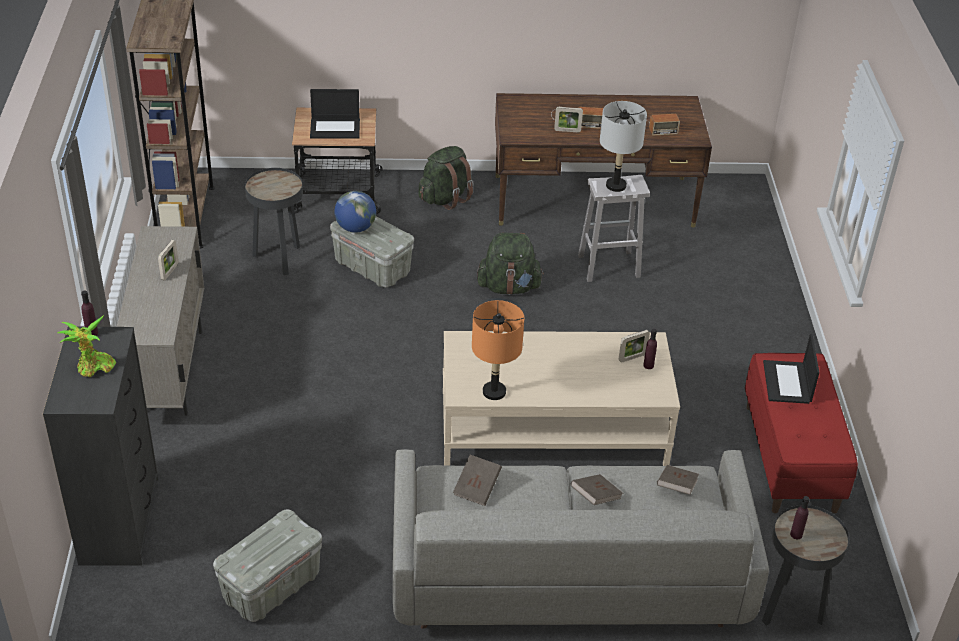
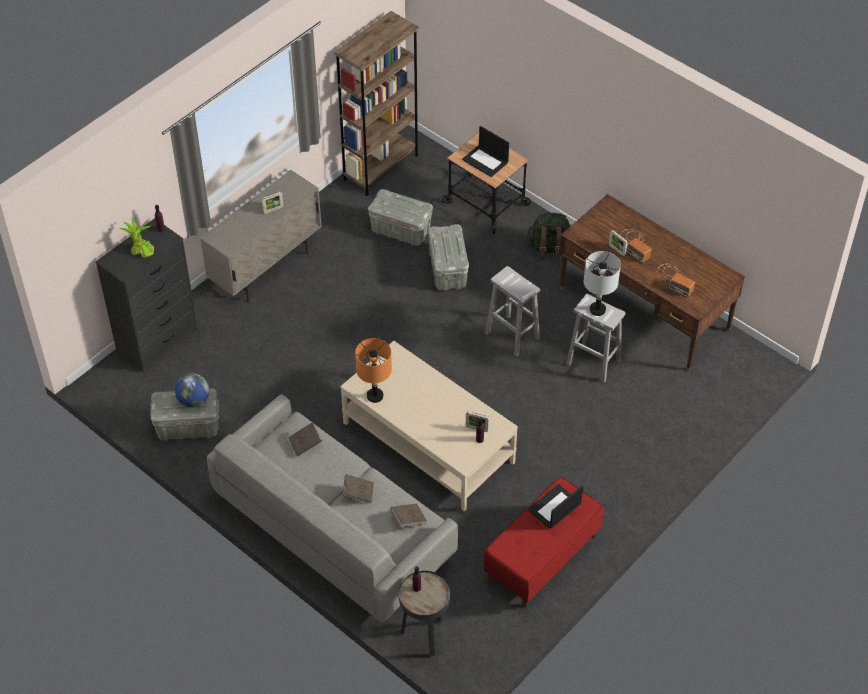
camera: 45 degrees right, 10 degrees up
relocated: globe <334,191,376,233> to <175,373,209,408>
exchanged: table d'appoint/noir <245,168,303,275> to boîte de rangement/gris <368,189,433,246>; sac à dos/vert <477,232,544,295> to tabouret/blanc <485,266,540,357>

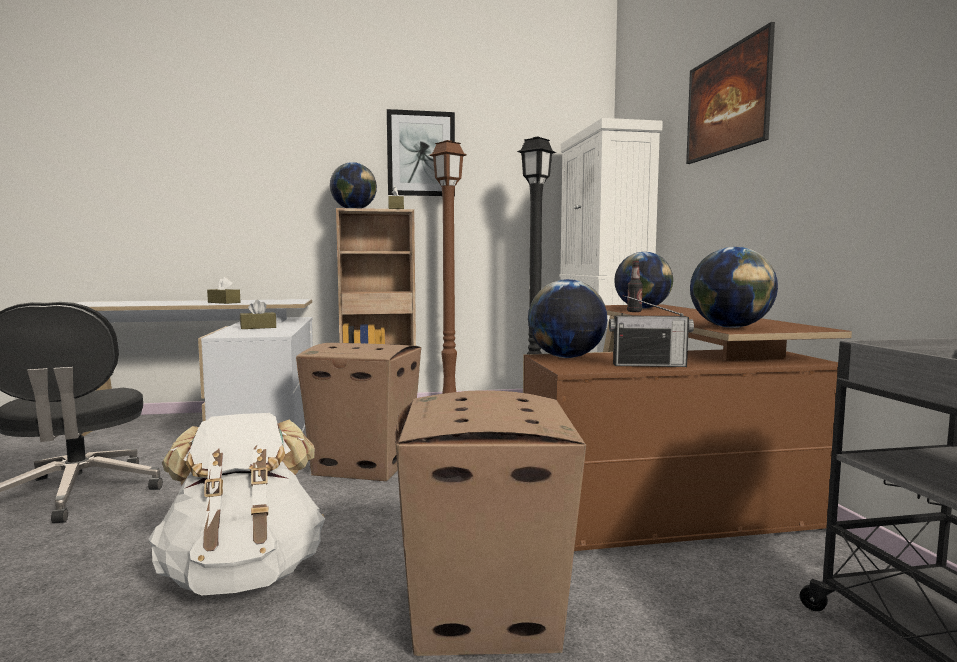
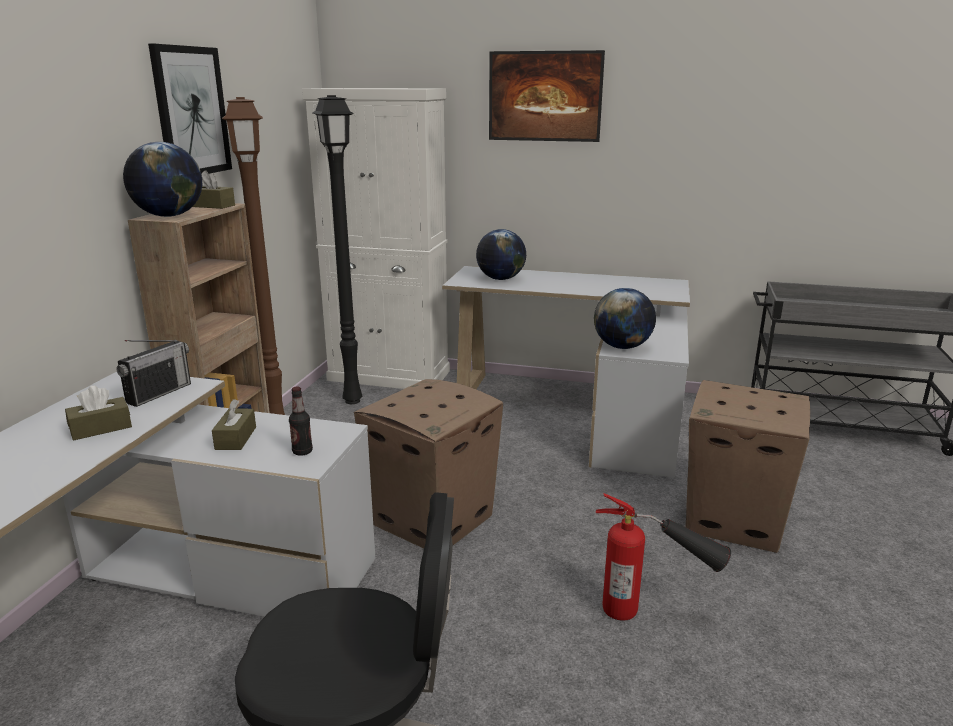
camera: 65 degrees left, 15 degrees up
missing: globe <690,247,778,328>
relocated: radio <609,295,694,367> to <116,340,191,407>; bouteille <627,261,643,312> to <289,387,313,456>
exchanged: sac à dos/blanc <148,413,325,595> to extincteur <596,493,731,621>
colour: bureau/marron <523,304,852,551> to bureau/blanc <442,266,690,478>

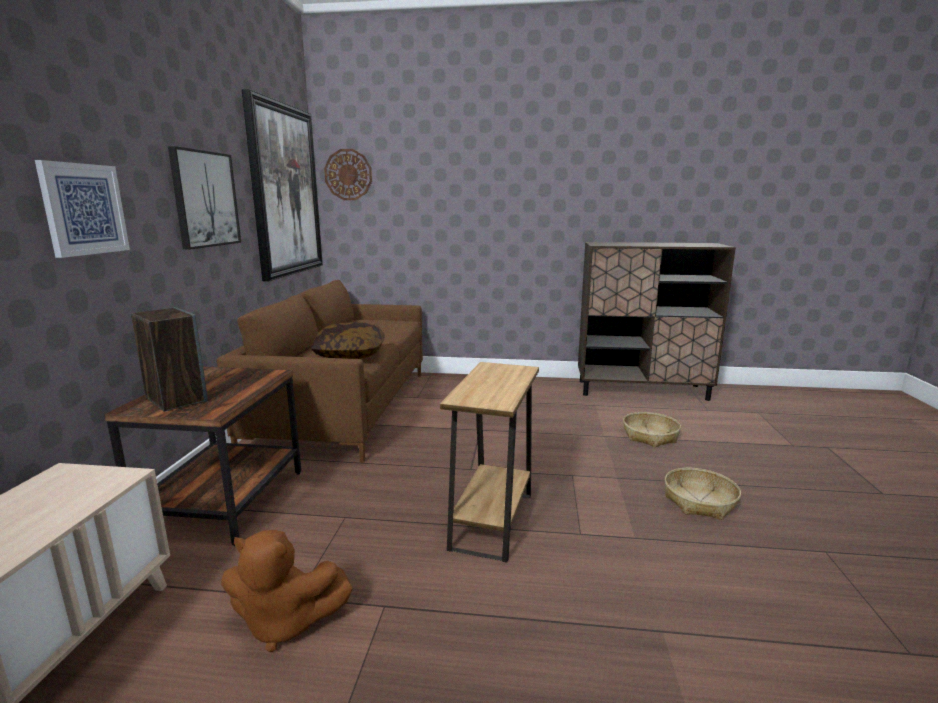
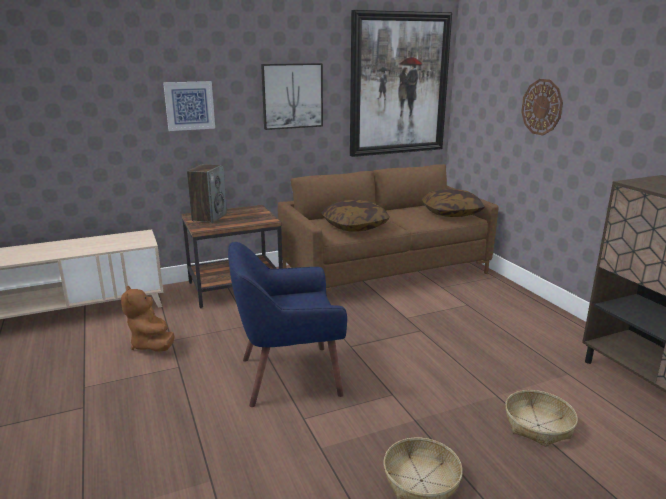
camera: 60 degrees right, 5 degrees up
appeared: coussin <422,189,485,217>
relocated: horloge murale <324,149,372,200> to <521,79,563,135>
exchanged: table d'appoint/marron <440,362,539,563> to fauteuil/bleu <228,242,347,407>

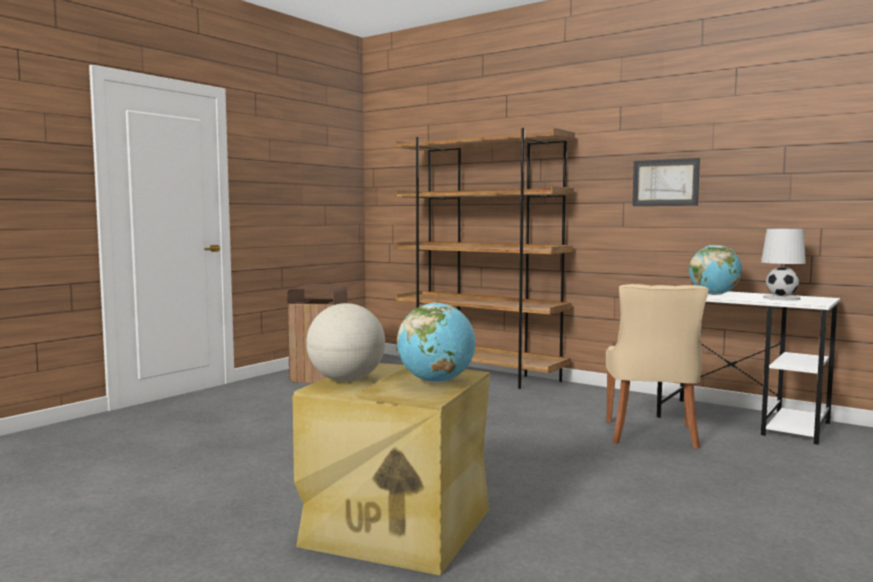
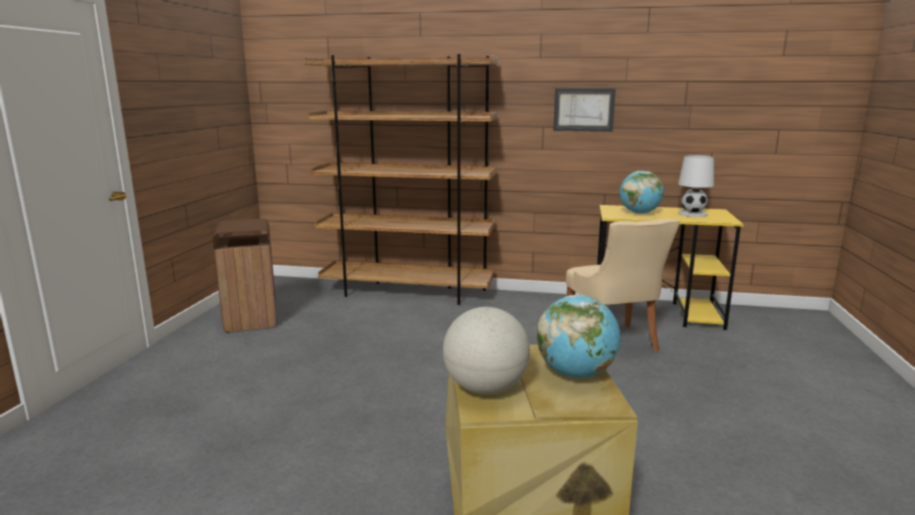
camera: 25 degrees left, 10 degrees up
colour: bureau/blanc <657,291,840,445> to bureau/jaune <597,205,744,330>

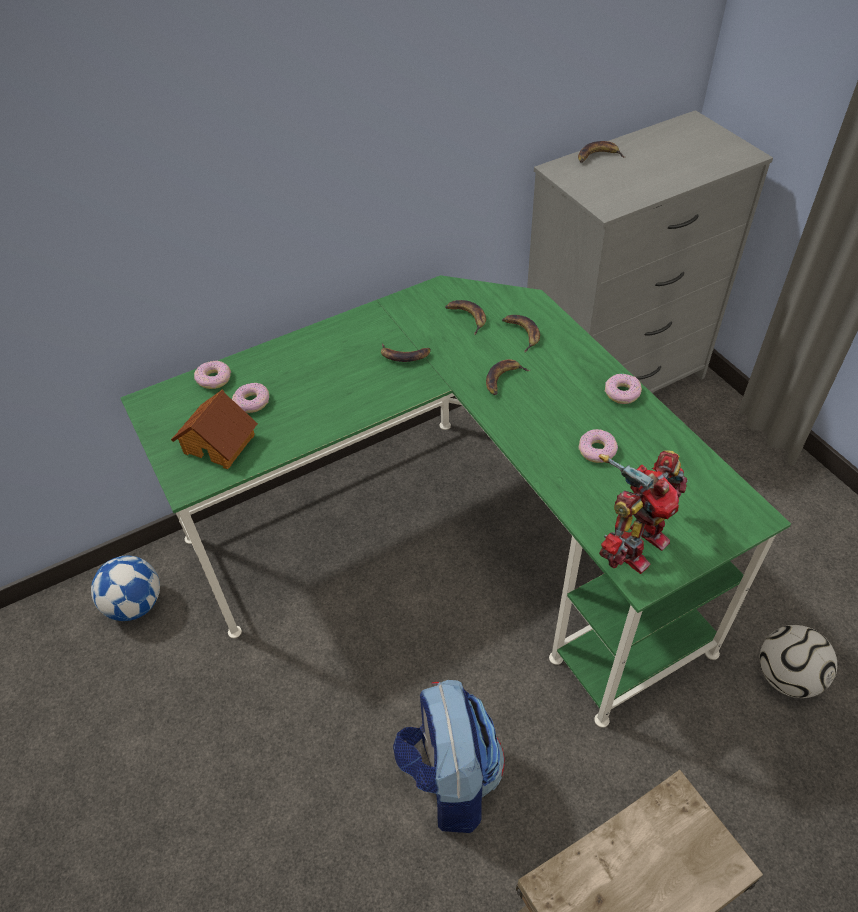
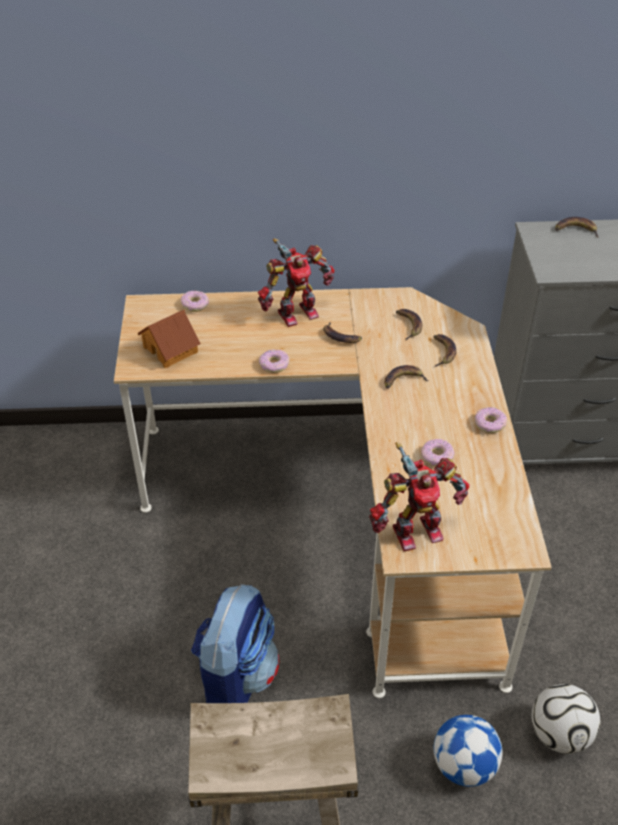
camera: 25 degrees right, 5 degrees down
appeared: robot jouet <258,239,334,327>
relocated: beignet <232,383,269,413> to <259,350,290,373>; ballon de foot <91,555,160,621> to <433,715,503,787>
colour: bureau/vert <121,275,791,728> to bureau/beige <114,287,552,698>

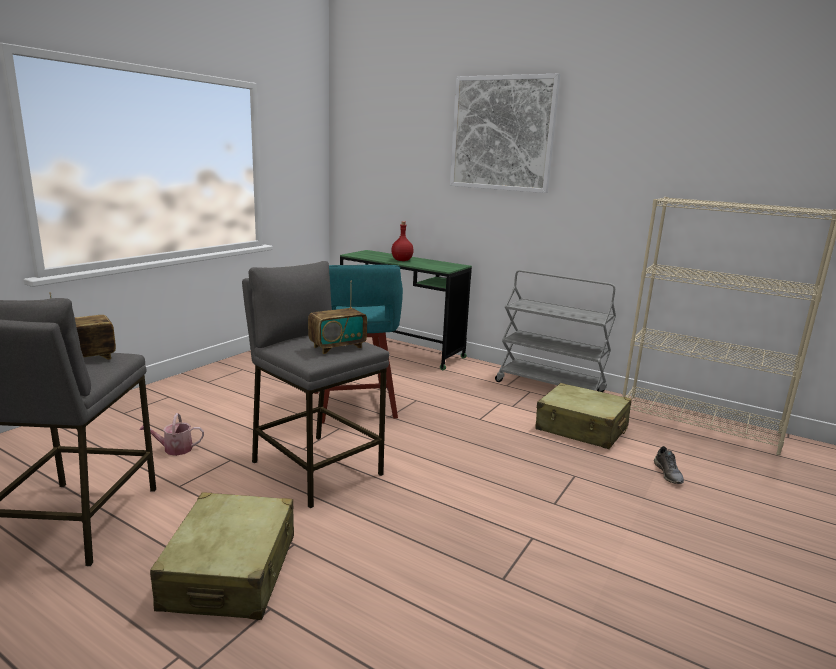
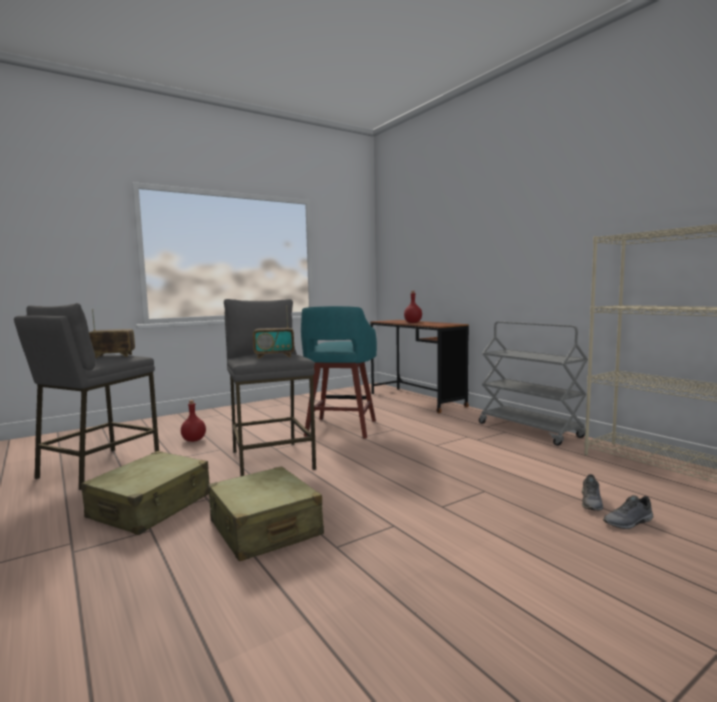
camera: 25 degrees right, 10 degrees down
missing: tableau <450,74,560,193>
appeared: chaussure/gris <603,495,653,529>
relocated: valise/beige <536,383,632,449> to <208,466,324,562>
exchanged: arrosoir <140,413,204,456> to bouteille/rouge <181,400,206,442>
colour: bureau/vert <340,250,472,370> to bureau/marron <370,320,469,413>

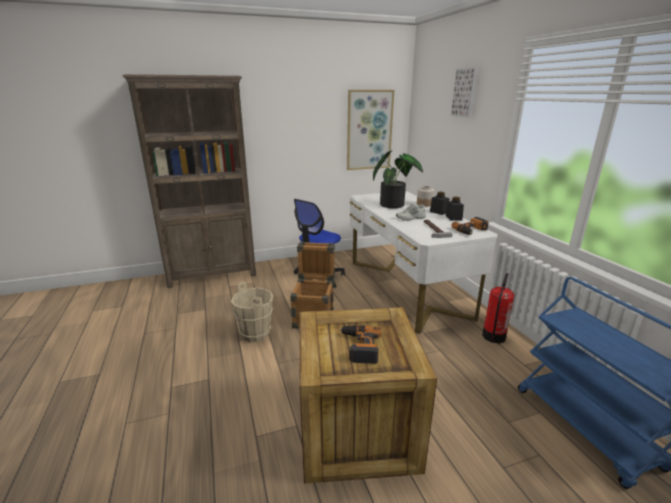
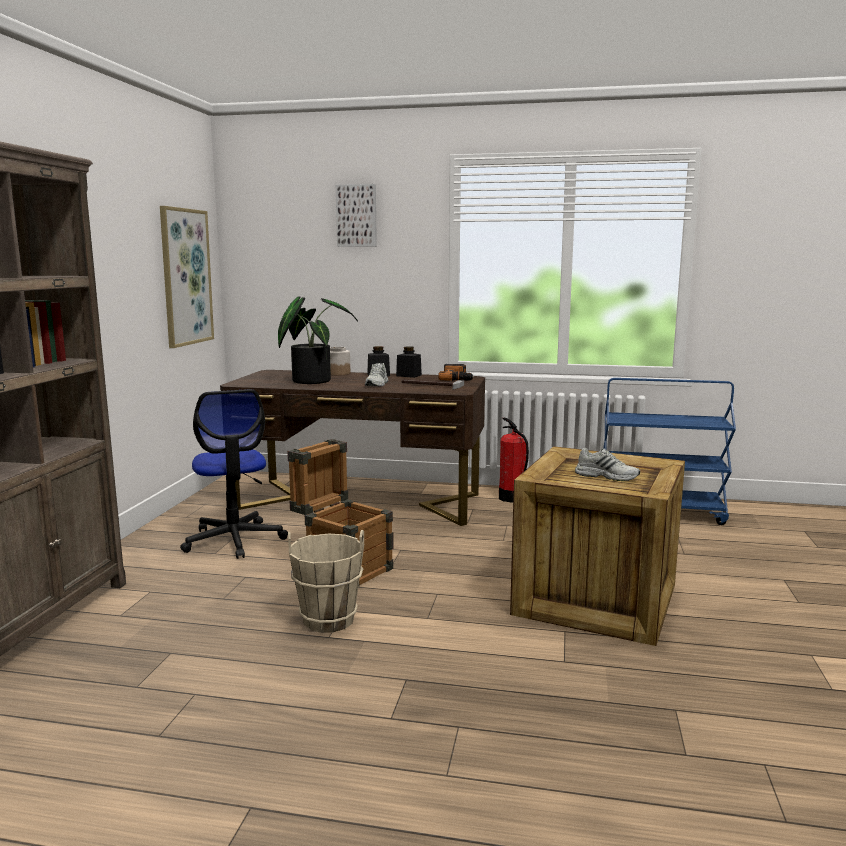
camera: 60 degrees left, 10 degrees down
exchanged: perceuse <340,325,381,364> to chaussure/blanc <575,448,640,481>
colour: bureau/blanc <349,191,498,334> to bureau/marron <220,370,485,526>

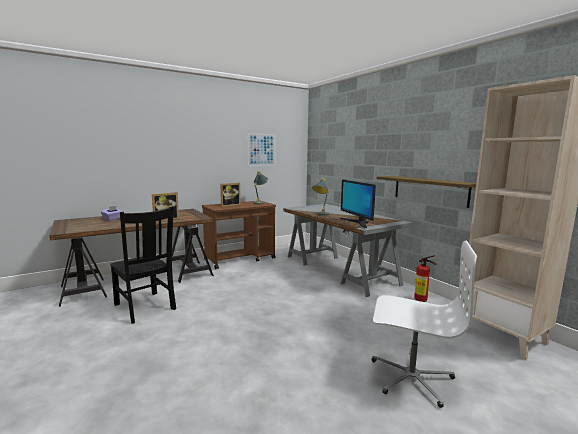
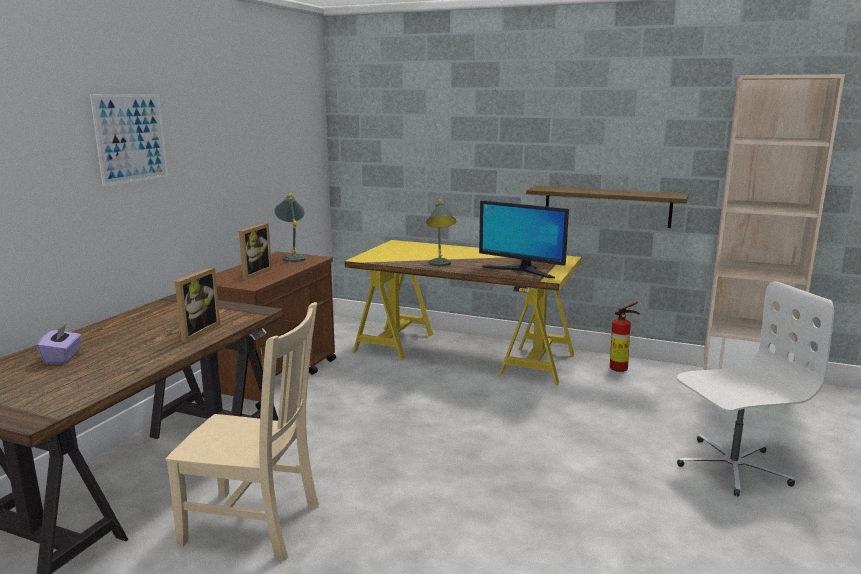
camera: 35 degrees left, 5 degrees up
relocated: tableau <247,133,275,166> to <90,94,168,187>
colour: chaise/noir <110,206,176,324> to chaise/beige <166,302,319,561>; bureau/gris <283,204,413,297> to bureau/jaune <345,240,581,386>

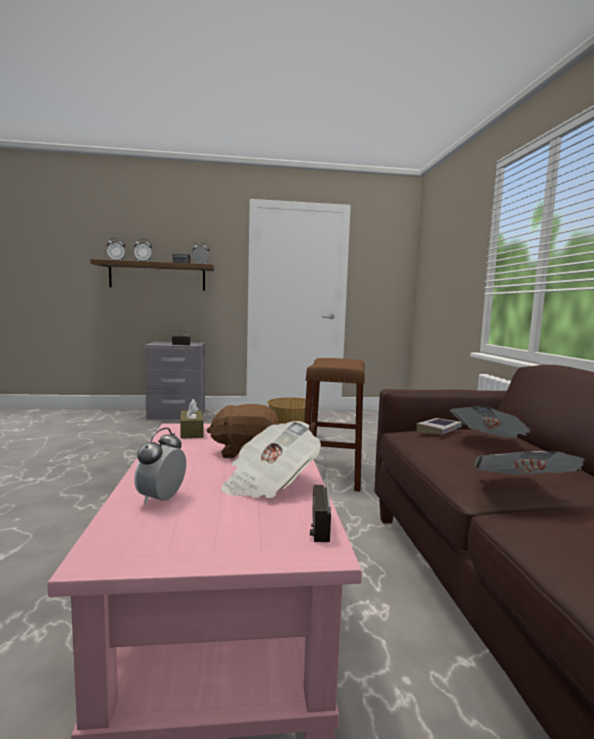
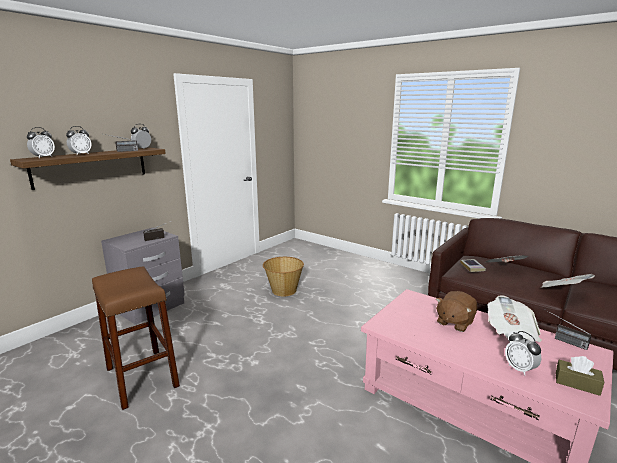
camera: 45 degrees left, 10 degrees up
relocated: tabouret/marron <304,358,365,491> to <92,266,180,410>; boîte à mouchoirs/marron <181,399,203,439> to <556,356,604,396>

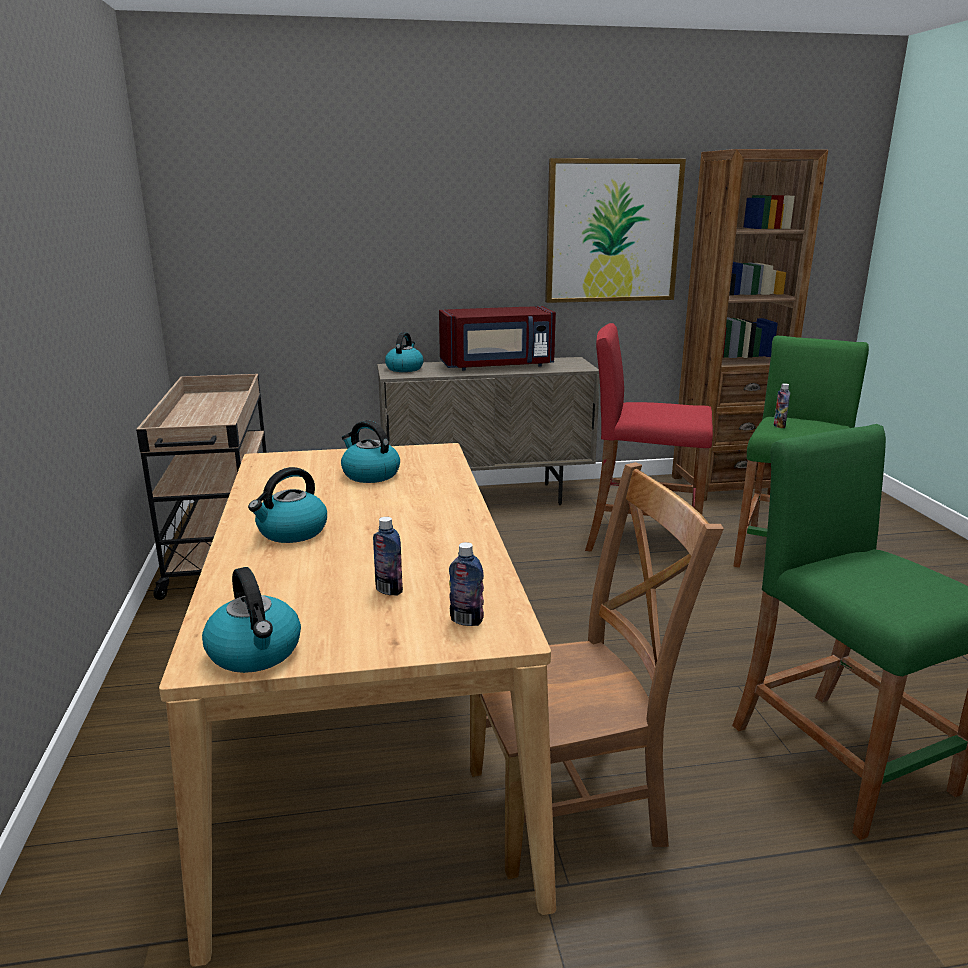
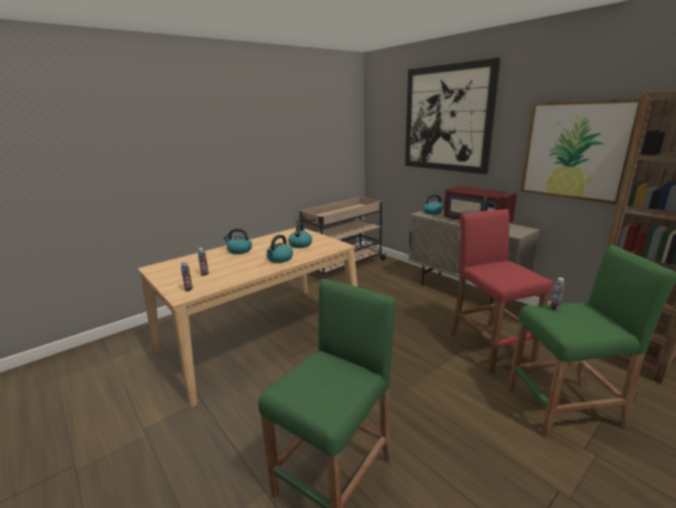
camera: 60 degrees right, 0 degrees up
missing: chaise/marron <470,462,724,879>
appeared: tableau <405,58,500,174>
relocated: bouilloire <202,567,301,673> to <266,235,293,263>

